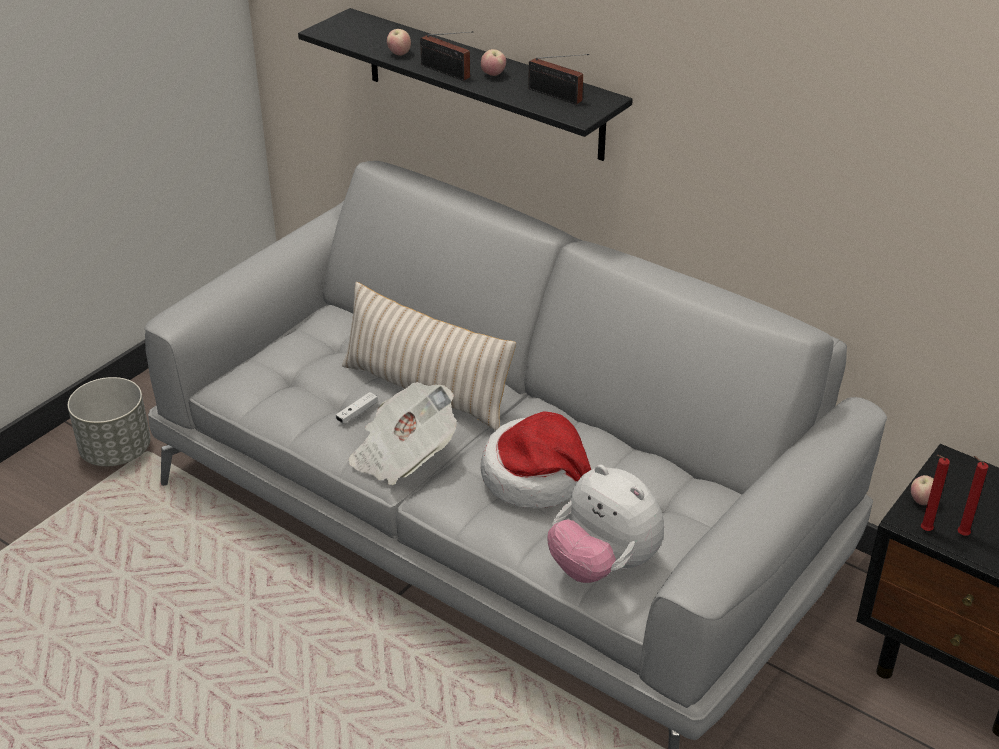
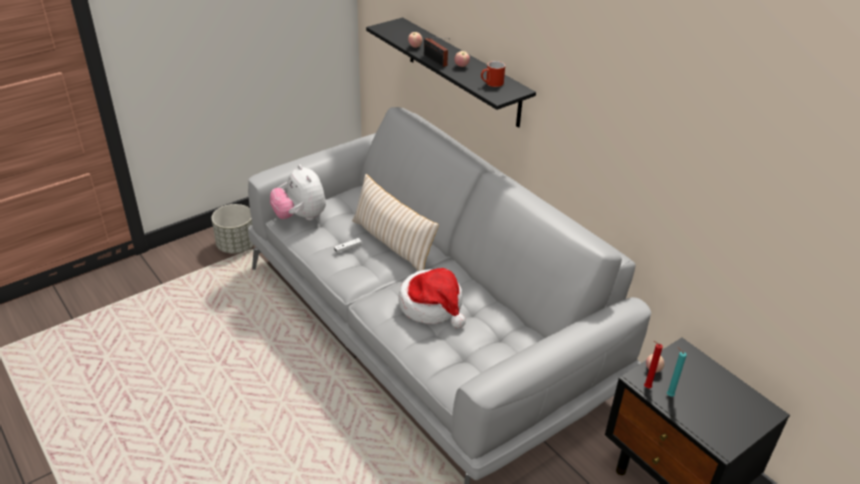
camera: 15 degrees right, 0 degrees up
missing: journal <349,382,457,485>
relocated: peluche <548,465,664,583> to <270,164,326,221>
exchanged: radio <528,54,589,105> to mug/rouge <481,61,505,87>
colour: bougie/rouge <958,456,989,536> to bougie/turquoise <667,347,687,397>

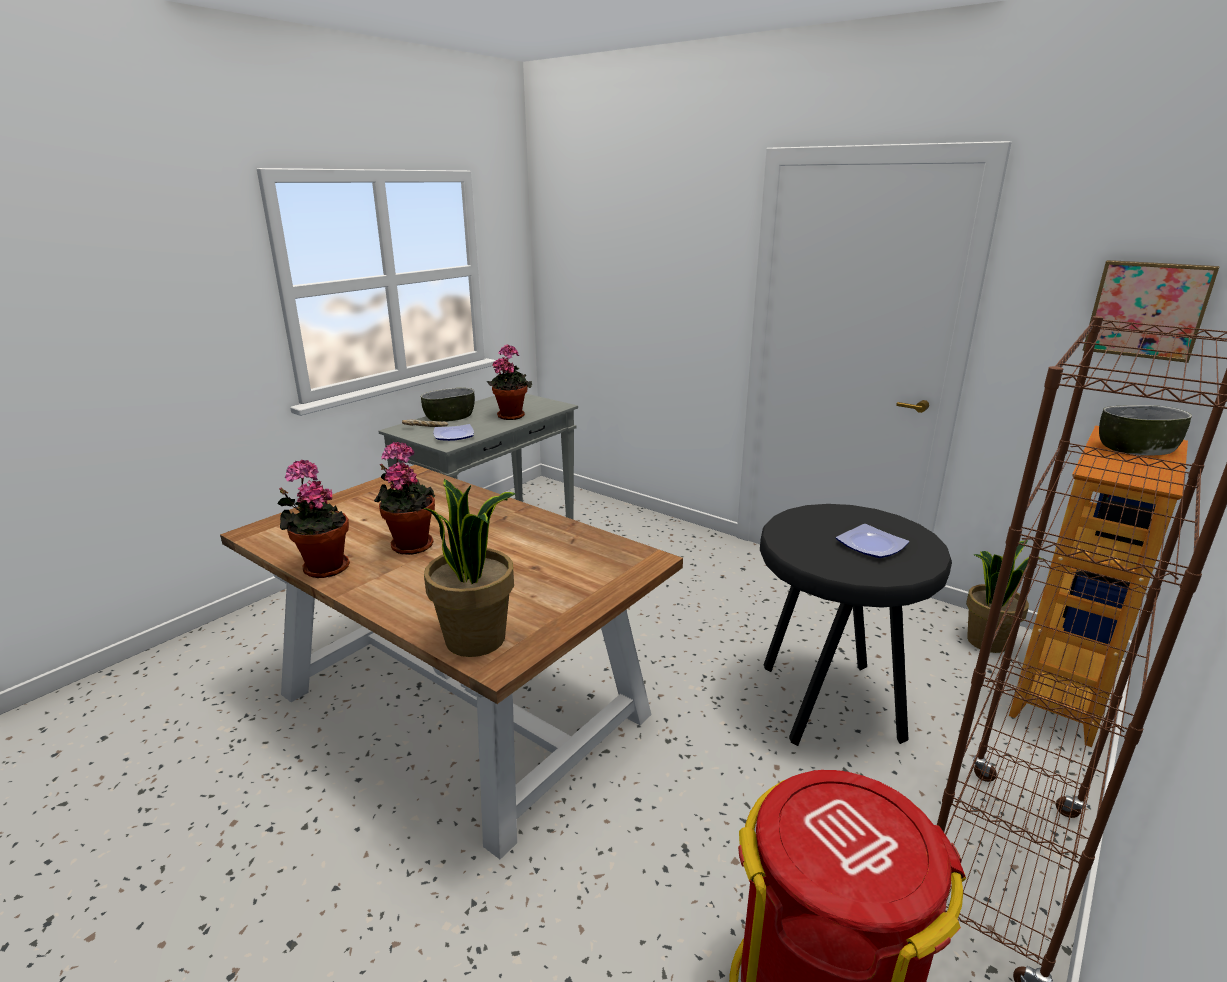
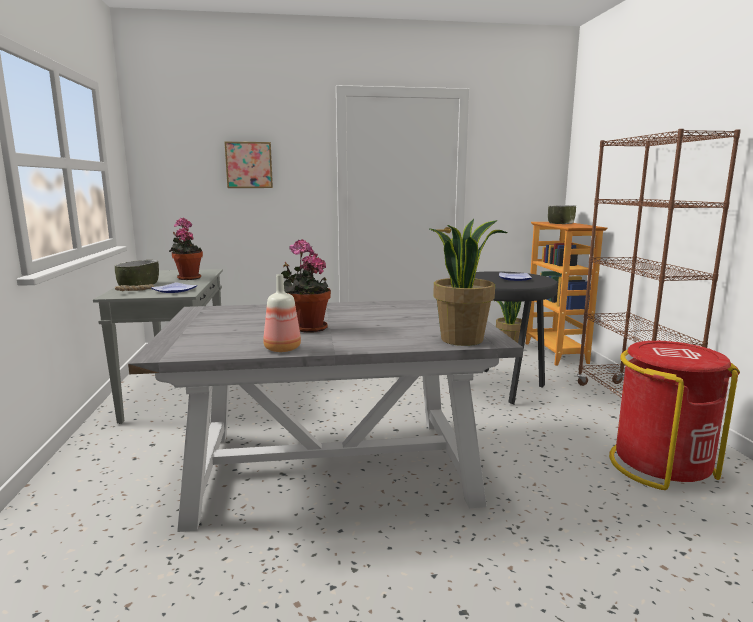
camera: 45 degrees left, 10 degrees down
relocated: tableau <1082,260,1219,363> to <225,142,273,188>
exchanged: plante en pot <278,460,350,578> to bouteille <264,274,301,352>
colour: table à manger/marron <220,465,683,859> to table à manger/gris <128,300,523,532>

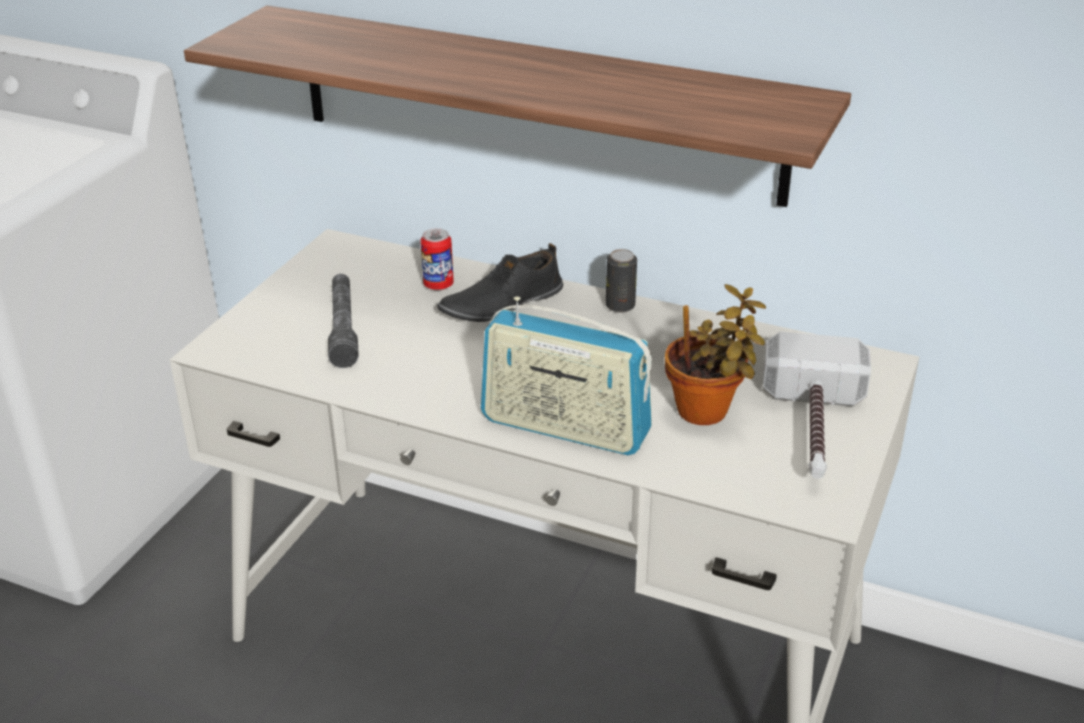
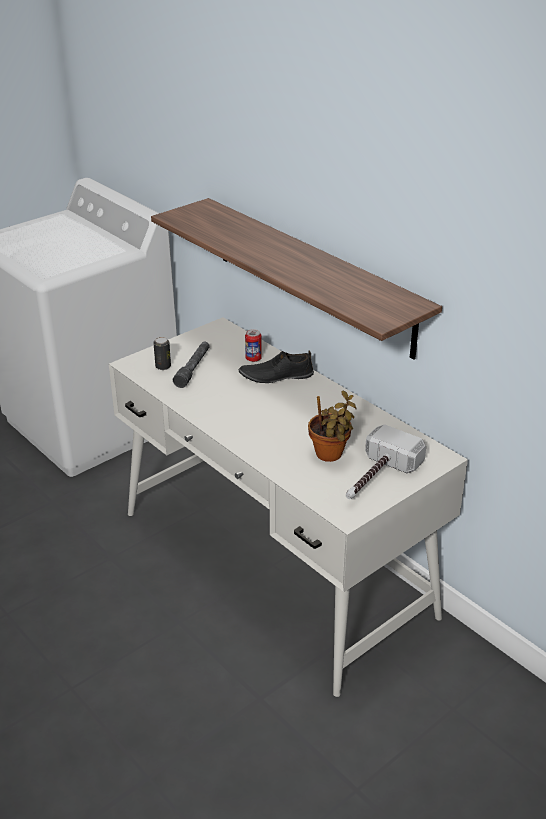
camera: 25 degrees right, 0 degrees up
missing: radio <481,296,652,455>
relocated: boîte métallique <606,249,637,313> to <153,337,171,370>

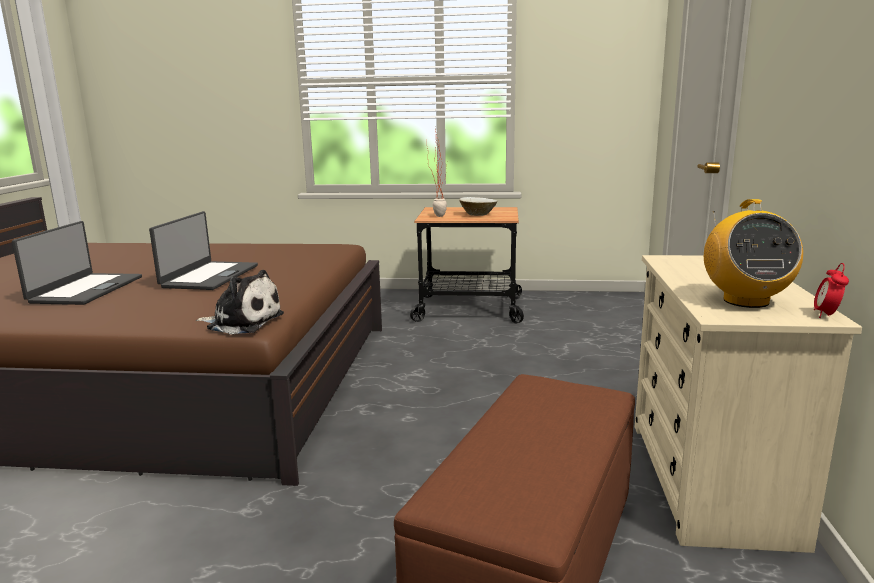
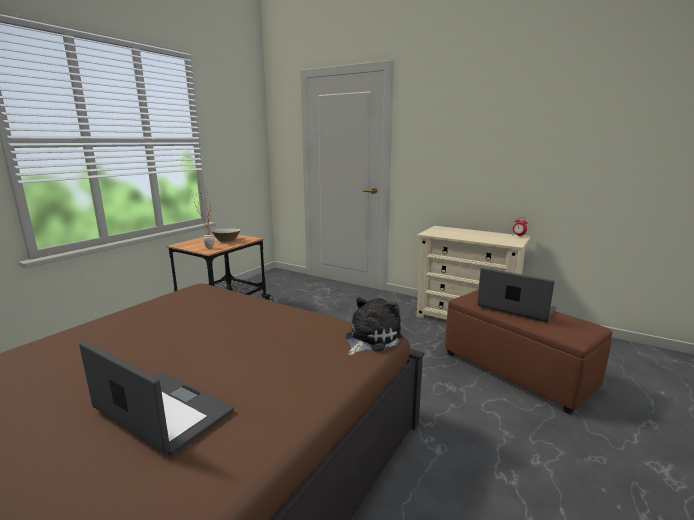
camera: 65 degrees left, 0 degrees up
missing: radio <704,199,803,308>
relocated: ordinateur portable <149,211,258,290> to <477,267,556,322>

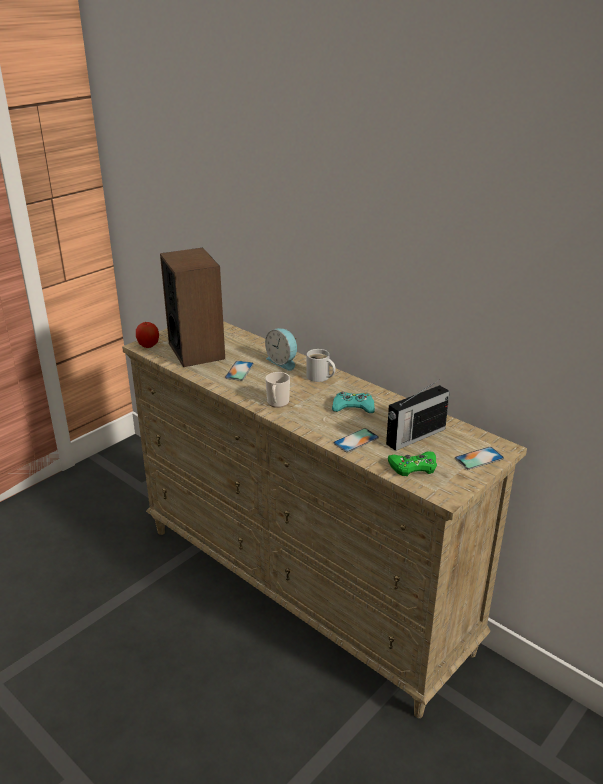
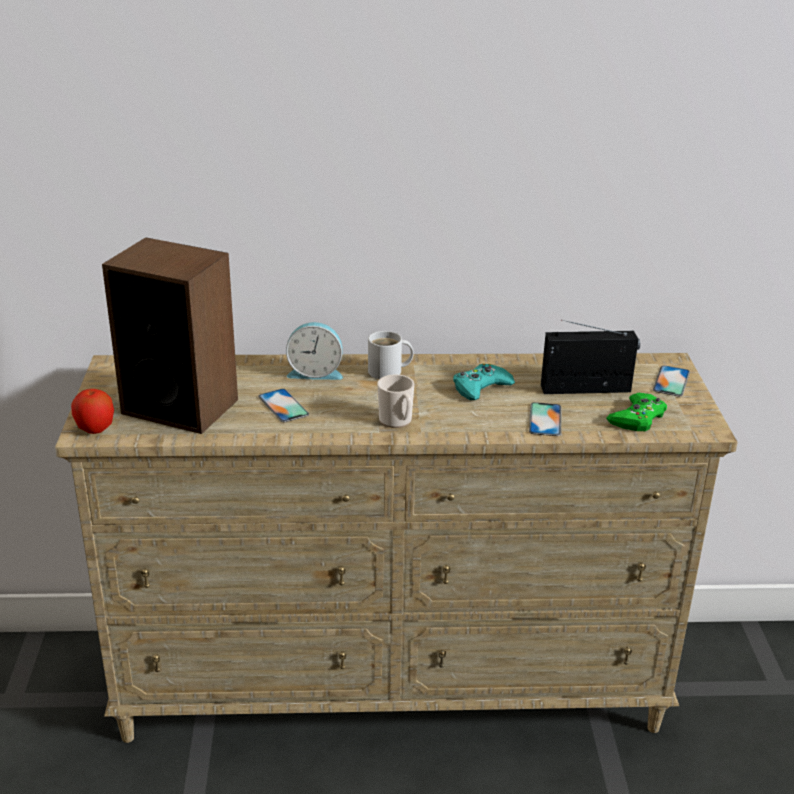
camera: 45 degrees left, 0 degrees up
spun: radio <386,379,450,451> = <541,320,640,394> 105 degrees counterclockwise

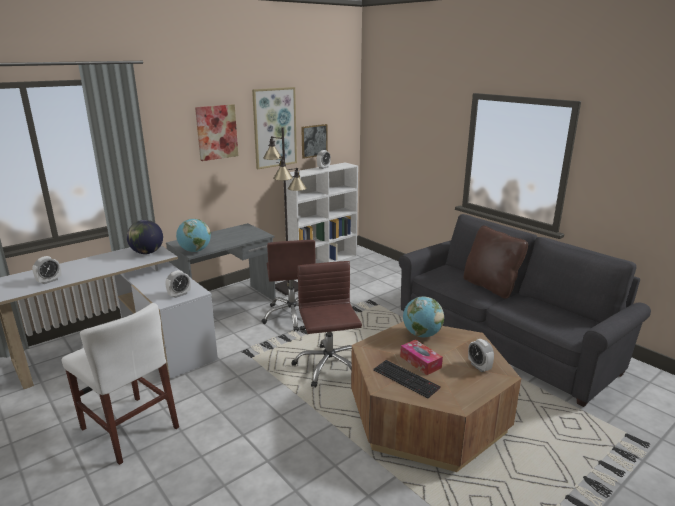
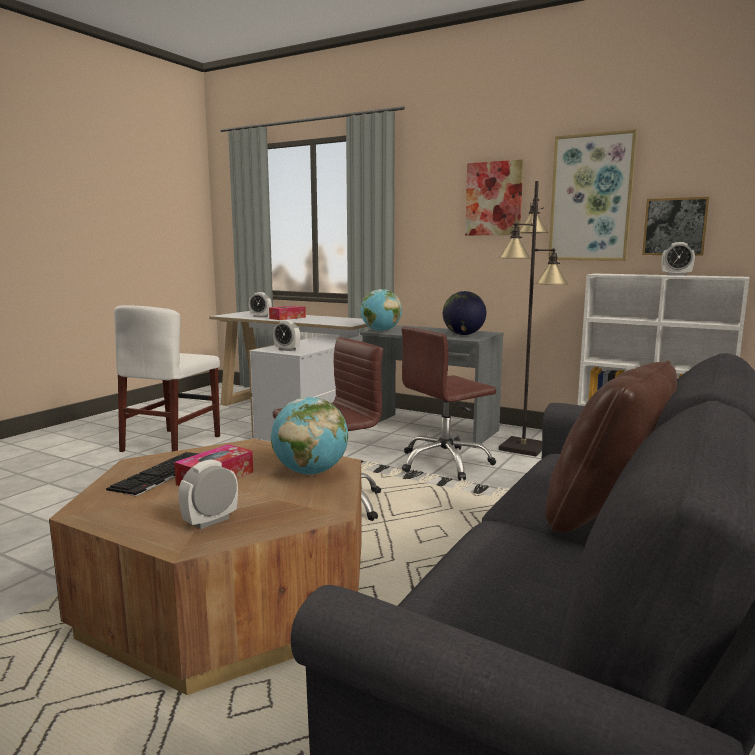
camera: 70 degrees right, 10 degrees down
appeared: boîte à mouchoirs <269,306,306,320>
relocated: globe <127,220,163,254> to <443,291,486,335>

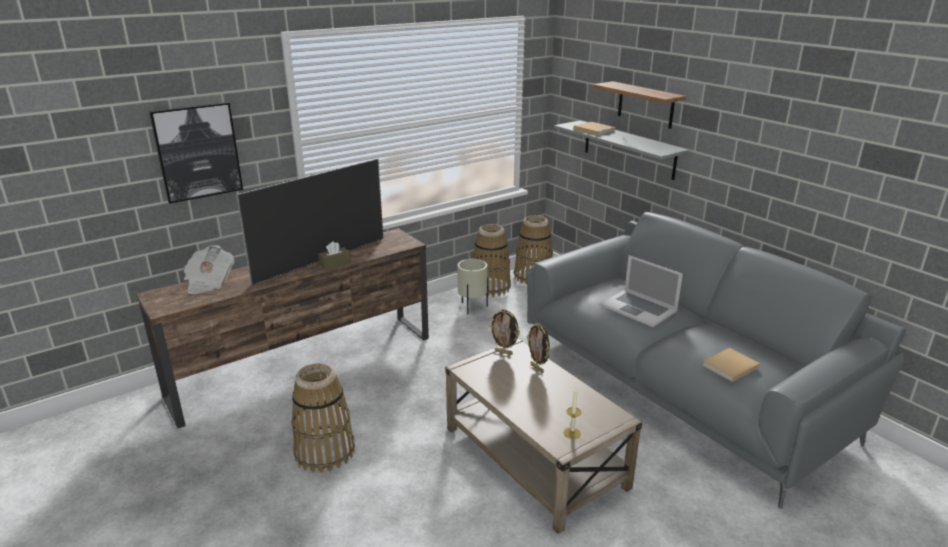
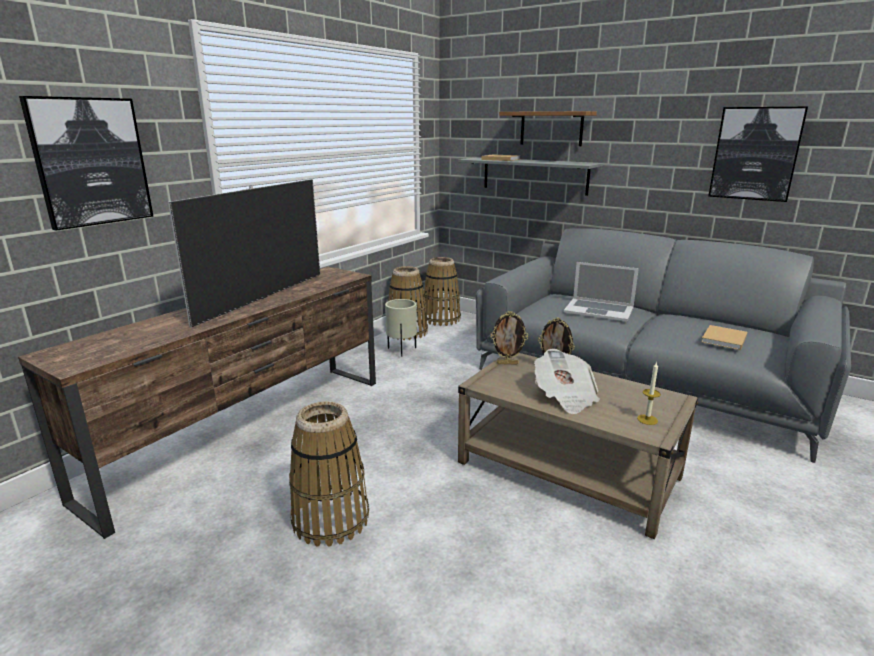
camera: 20 degrees left, 5 degrees down
missing: boîte à mouchoirs/marron <318,241,351,270>
appeared: tableau <708,107,808,202>
relocated: journal <183,245,234,294> to <534,349,600,414>

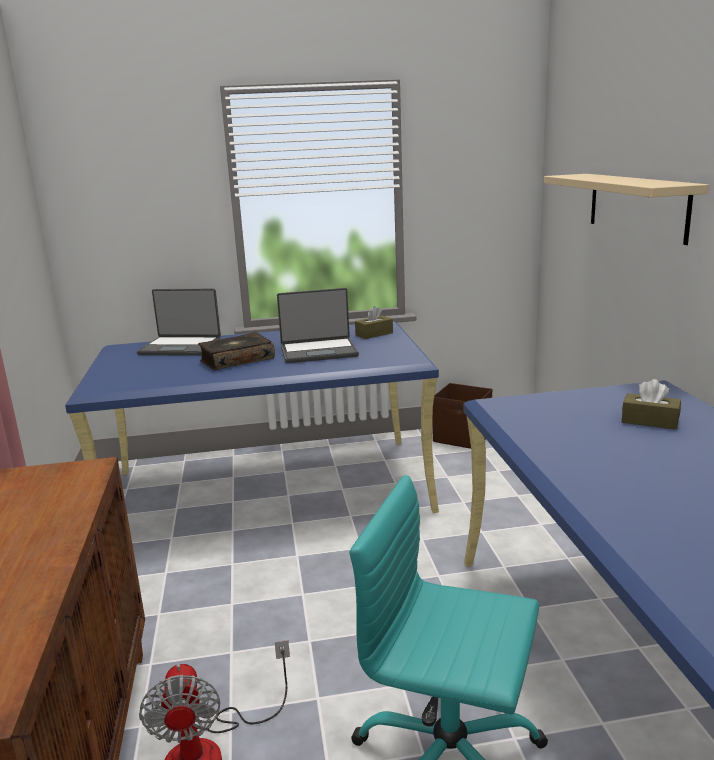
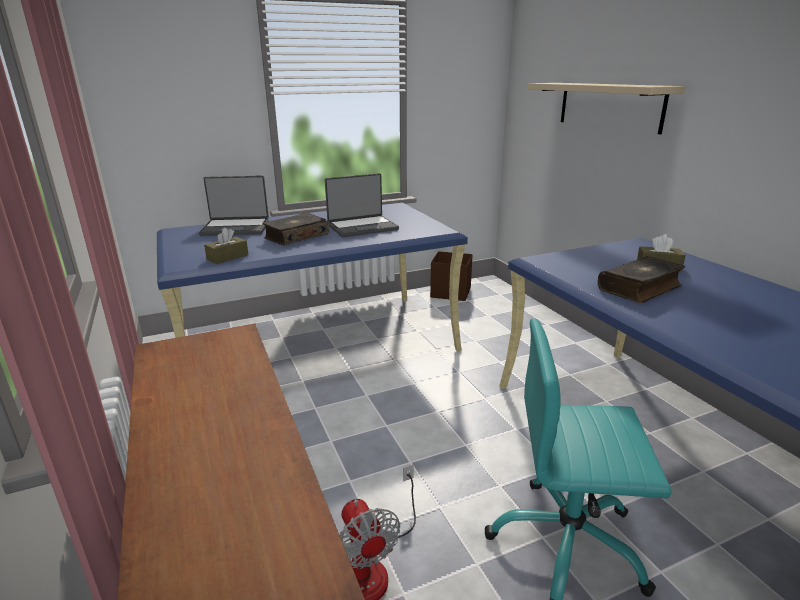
camera: 15 degrees left, 5 degrees up
appeared: livre <598,256,686,303>
relocated: boîte à mouchoirs/marron <355,306,393,339> to <204,228,249,264>

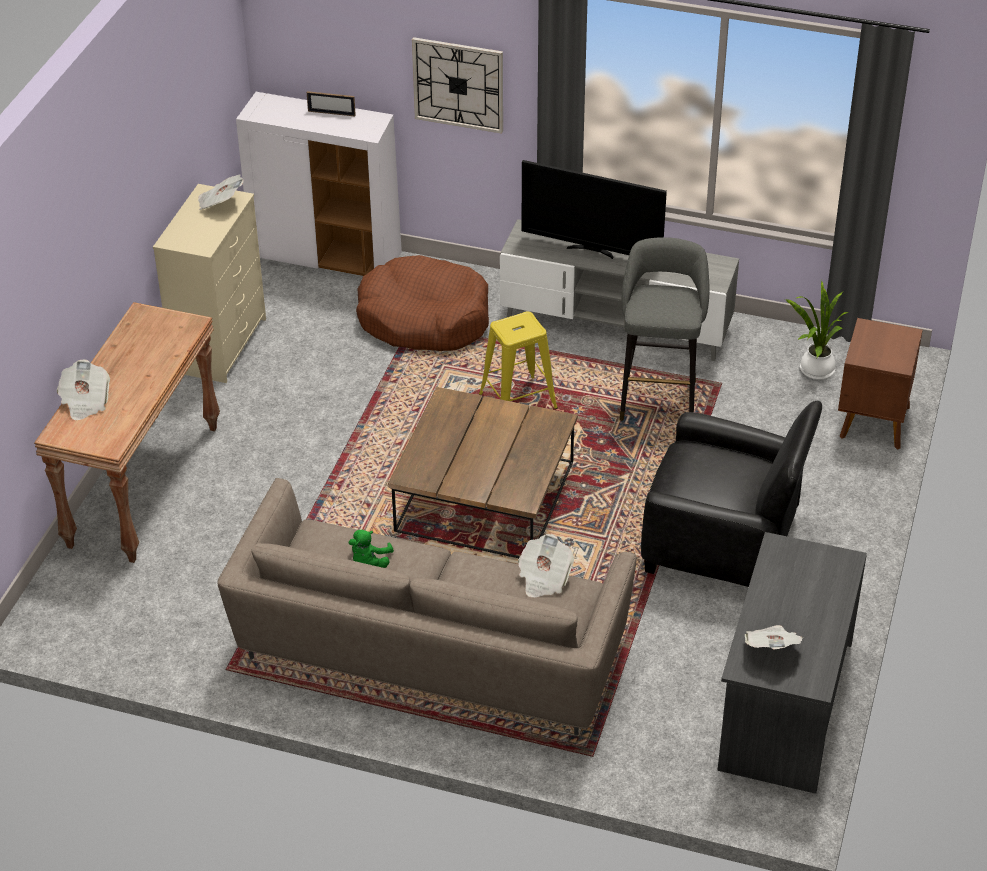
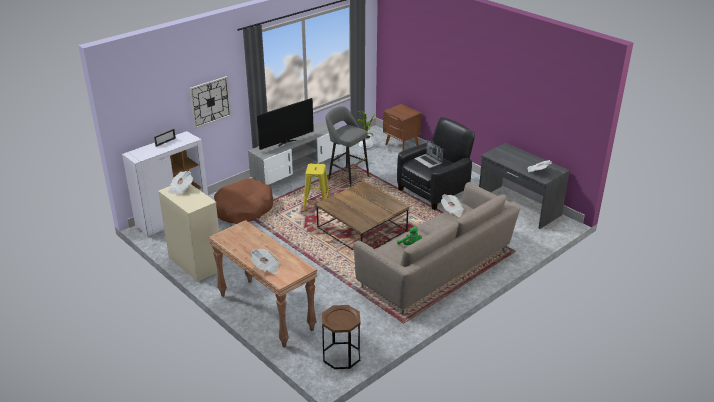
camera: 60 degrees left, 10 degrees down
appeared: table d'appoint/marron <322,305,360,369>; ordinateur portable <414,140,443,168>

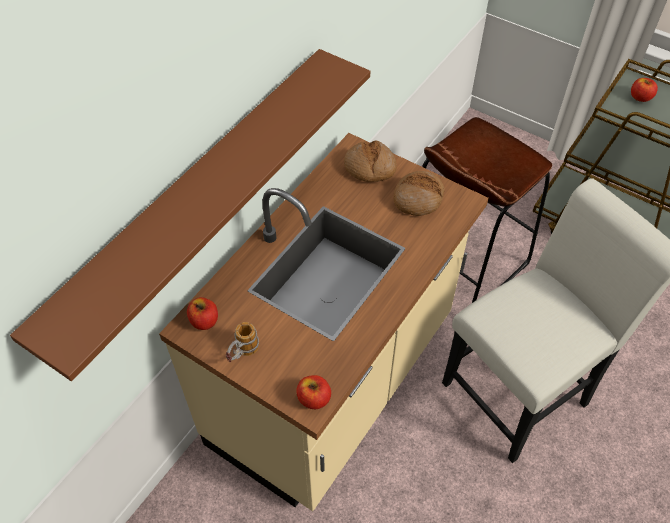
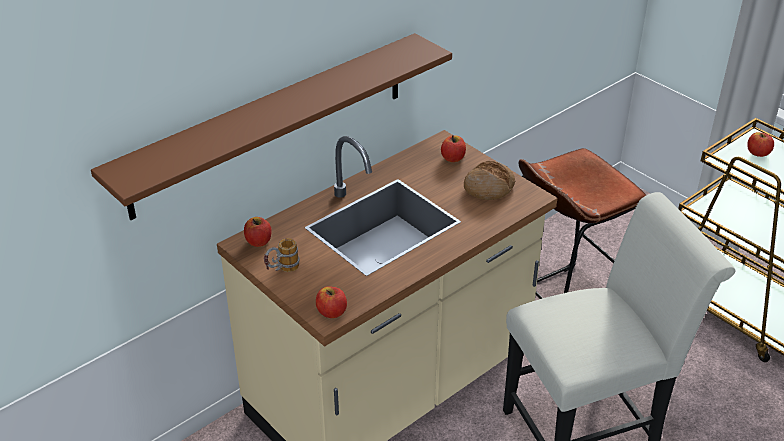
camera: 15 degrees right, 15 degrees down
exchanged: pain <344,140,397,182> to pomme <441,135,466,162>

